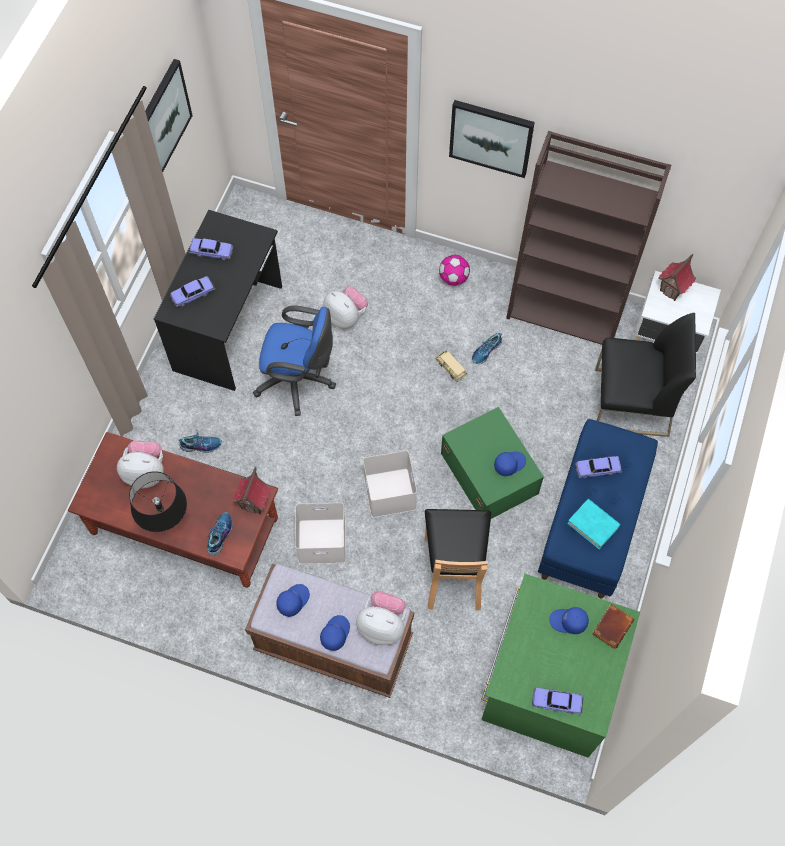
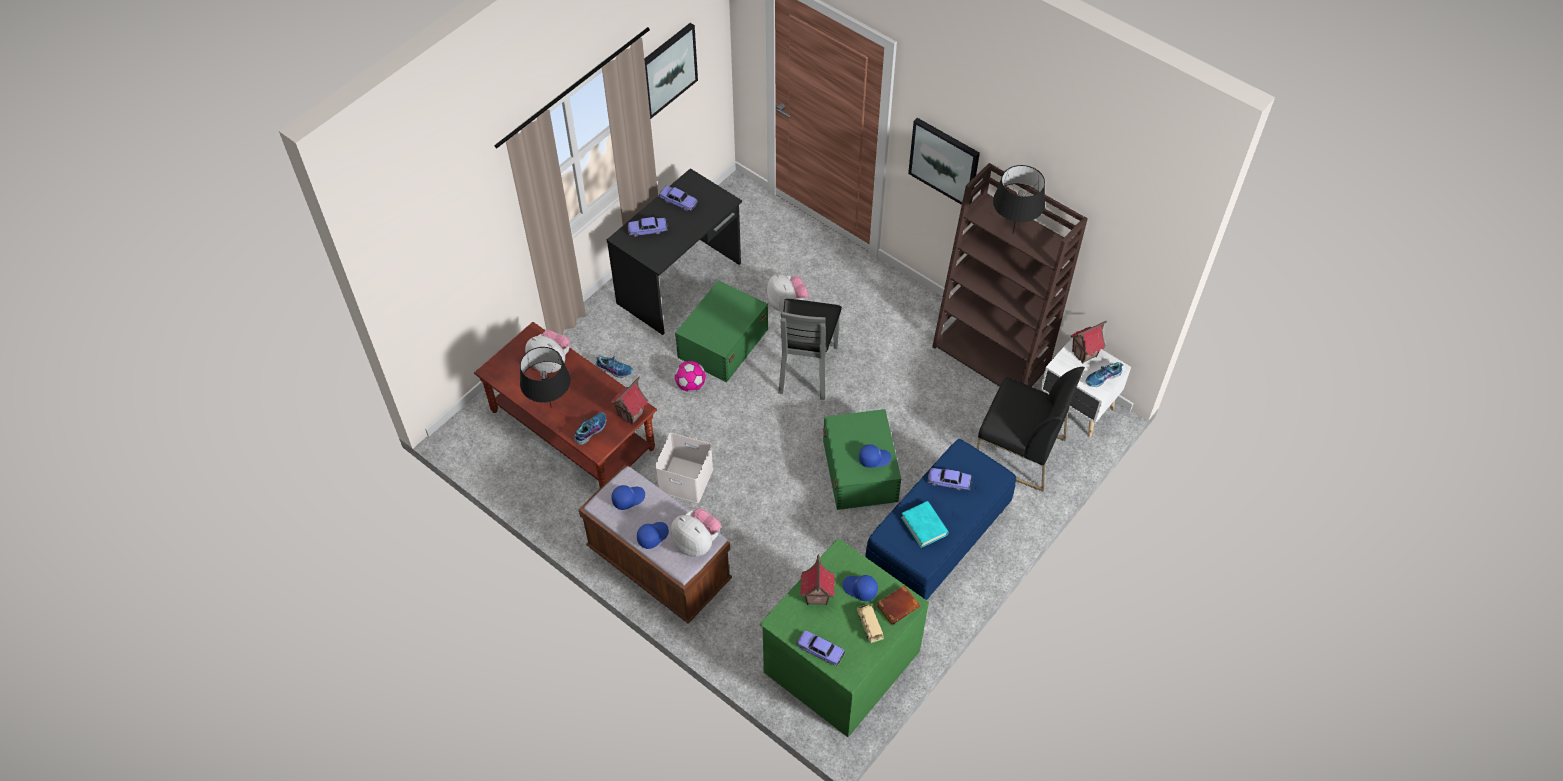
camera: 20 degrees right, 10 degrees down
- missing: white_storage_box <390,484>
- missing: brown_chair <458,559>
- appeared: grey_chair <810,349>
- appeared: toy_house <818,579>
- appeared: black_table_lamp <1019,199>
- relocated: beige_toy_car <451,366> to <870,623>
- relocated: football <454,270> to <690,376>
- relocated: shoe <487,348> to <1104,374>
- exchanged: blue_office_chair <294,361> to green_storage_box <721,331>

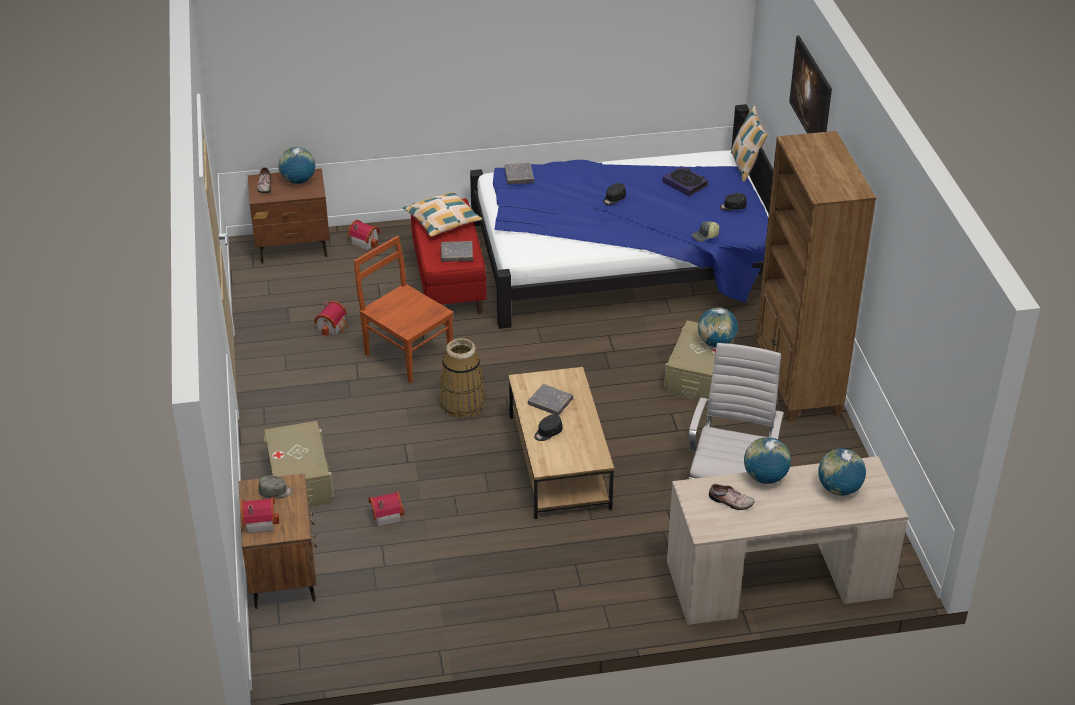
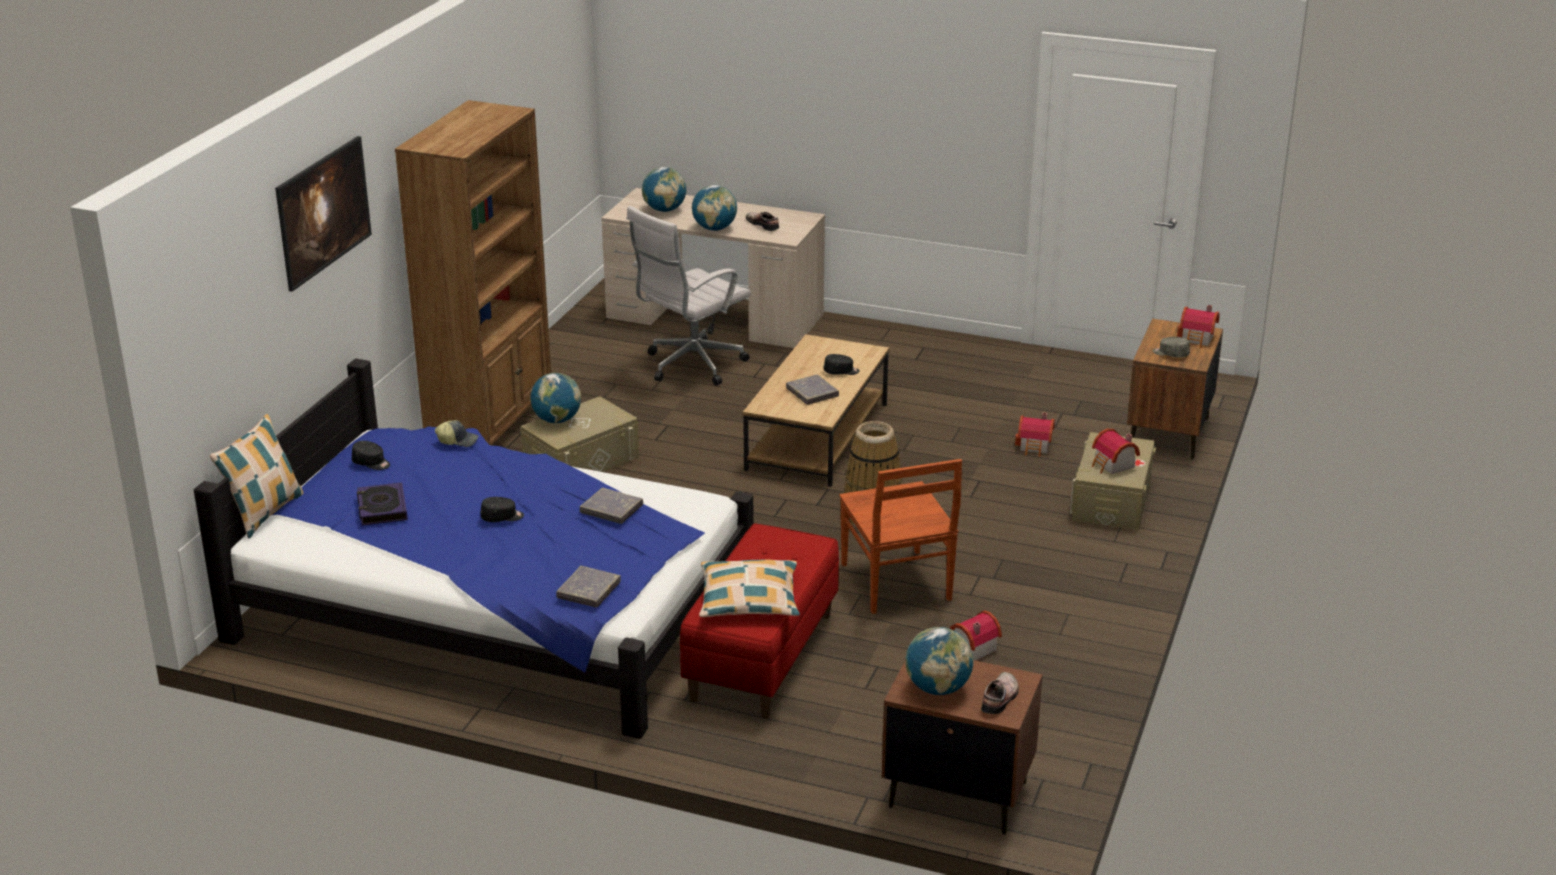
camera: 150 degrees left, 10 degrees down
- relocated: toy_house <364,235> to <1116,451>
- relocated: grey_book <457,251> to <611,506>

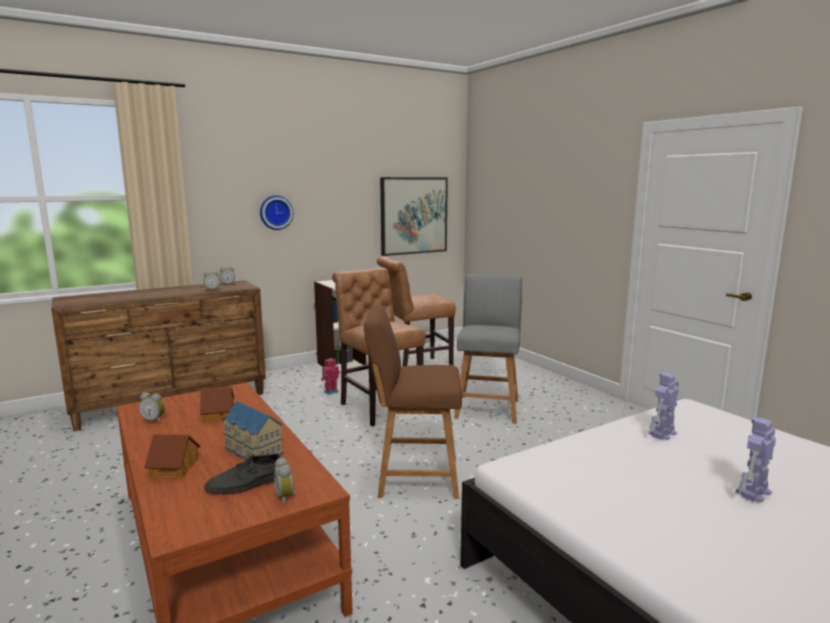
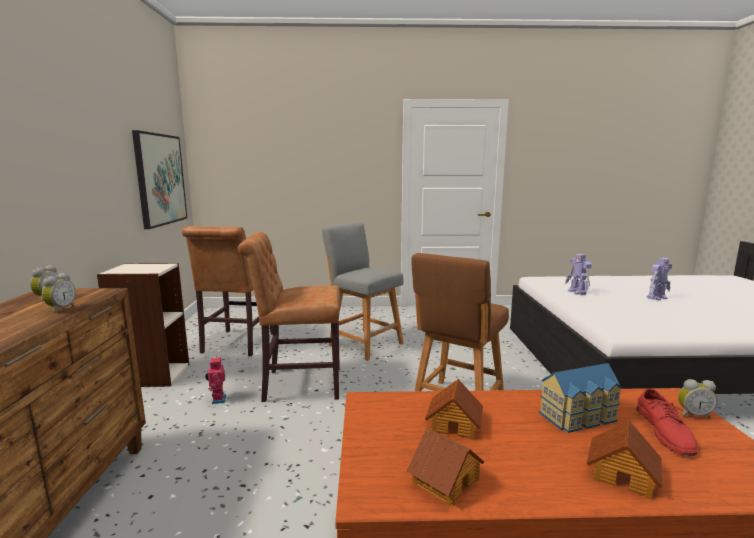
camera: 60 degrees left, 0 degrees up
- missing: wall_clock <276,212>
- exchanged: alarm_clock <152,408> to toy_house <445,467>
- colour: grey_shoe <244,474> to red_shoe <667,422>
- spun: toy_robot <756,459> = <659,279> 105 degrees counterclockwise

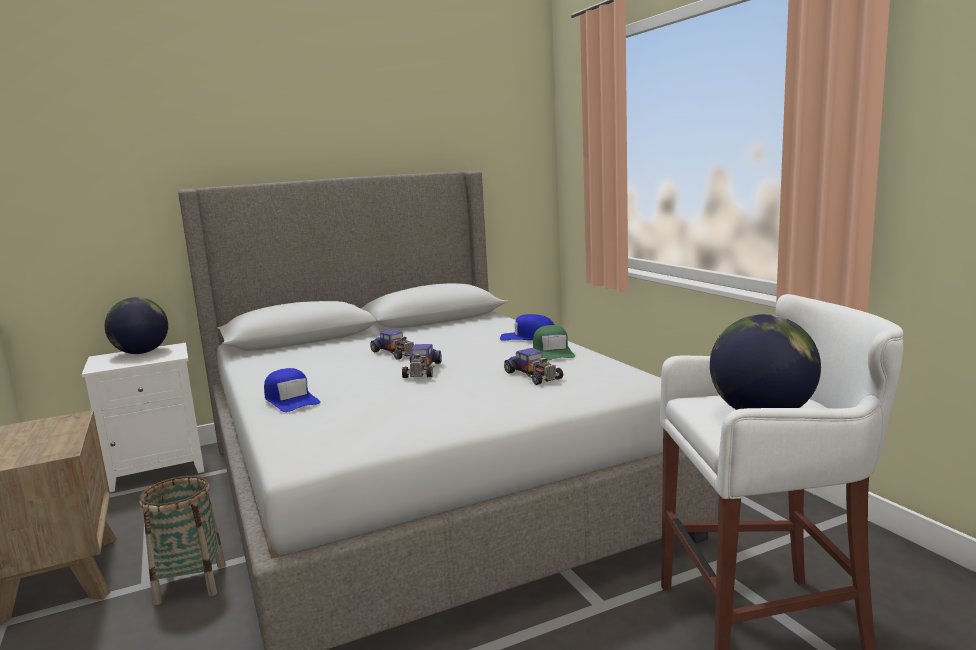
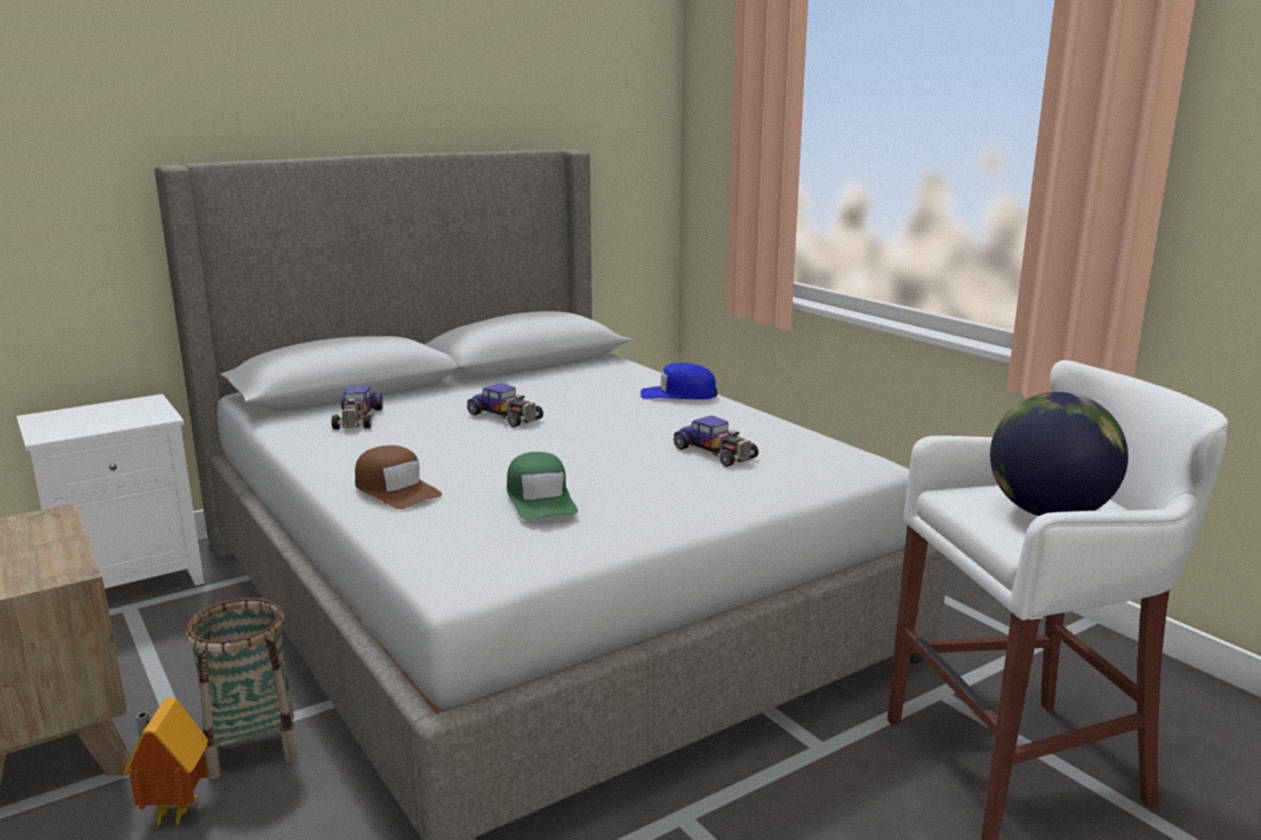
camera: 10 degrees left, 5 degrees up
- missing: globe <136,325>
- appeared: toy_house <165,763>
- relocated: toy_car <422,361> to <357,407>
- relocated: green_cap <554,342> to <542,486>
- colour: blue_cap <292,390> to brown_cap <398,477>

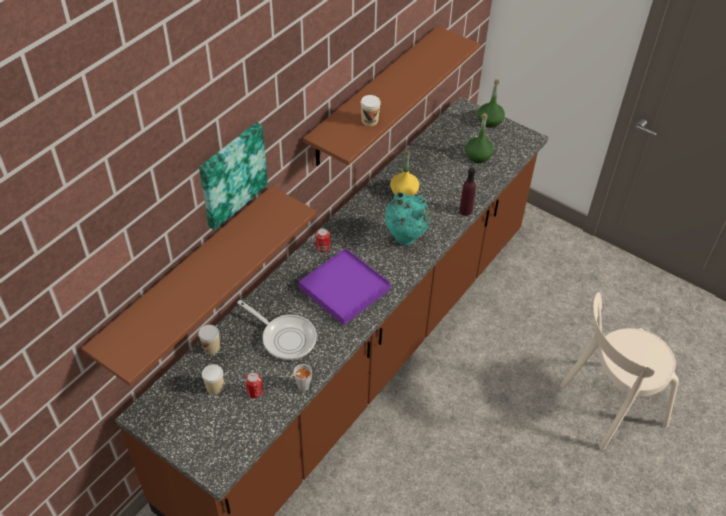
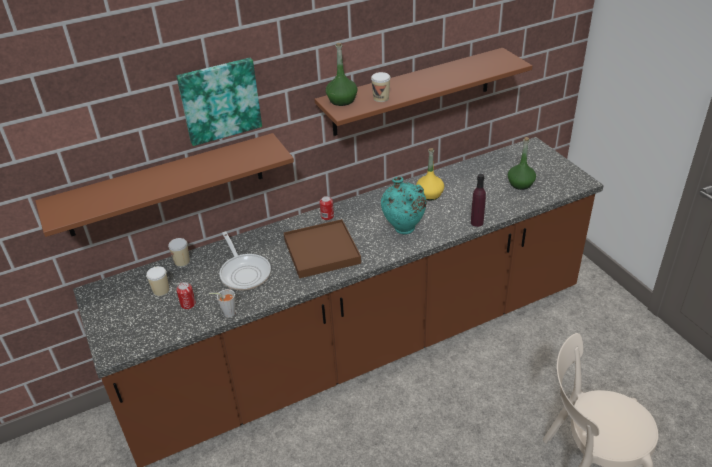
camera: 30 degrees right, 10 degrees down
- relocated: green_bottle <491,103> to <341,74>
- colour: purple_tray <345,286> to brown_tray <322,249>

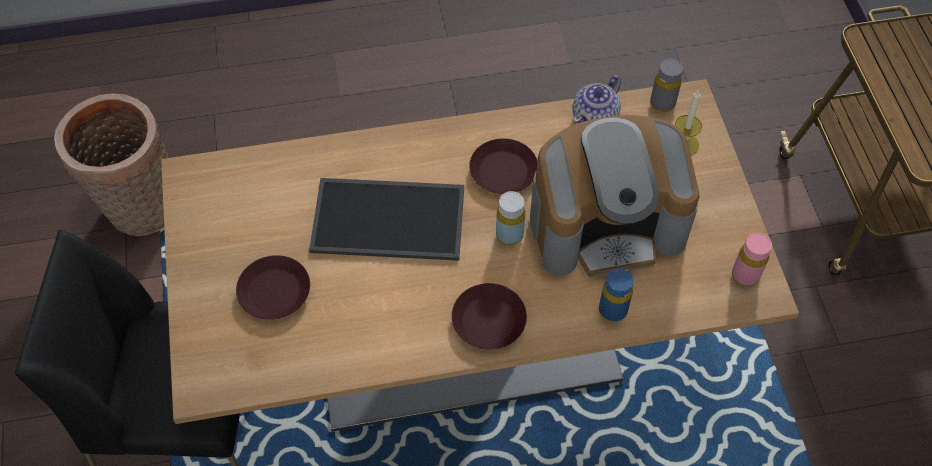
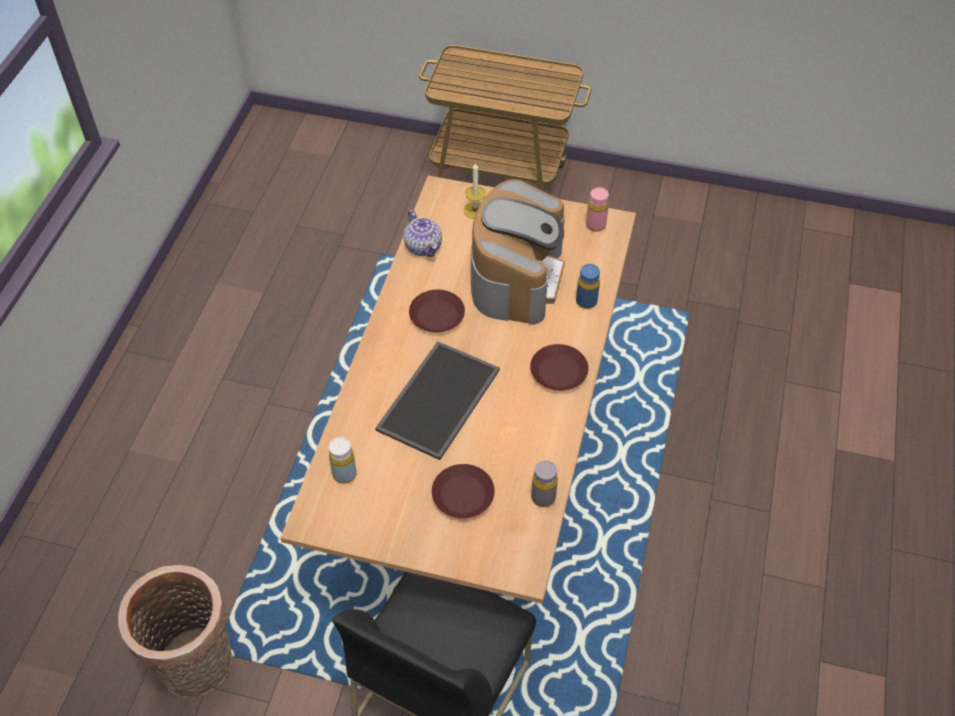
camera: 65 degrees left, 5 degrees down
- relocated: yellow_bottle <510,218> to <343,460>
- relocated: grey_bottle <666,85> to <544,483>

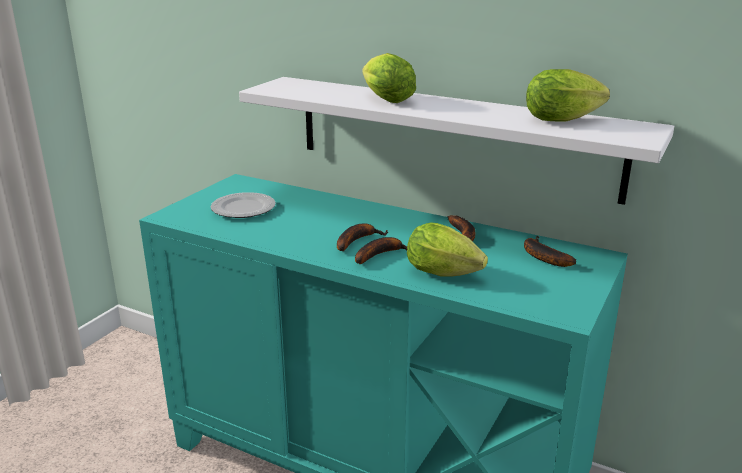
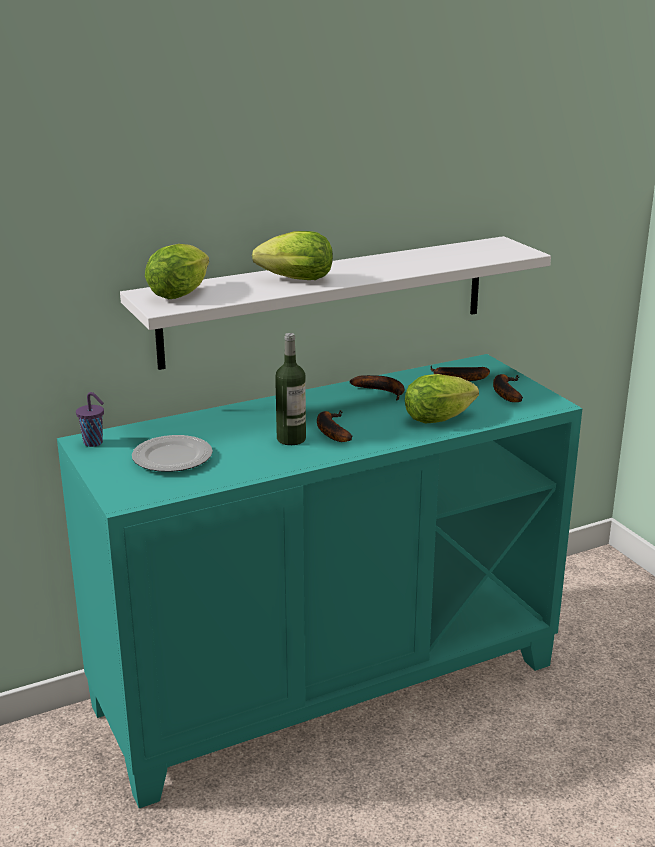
camera: 55 degrees left, 0 degrees up
- appeared: purple_cup <90,419>
- appeared: bottle <290,389>
- relocated: banana <381,250> to <508,388>
- relocated: lettuce <568,95> to <177,271>

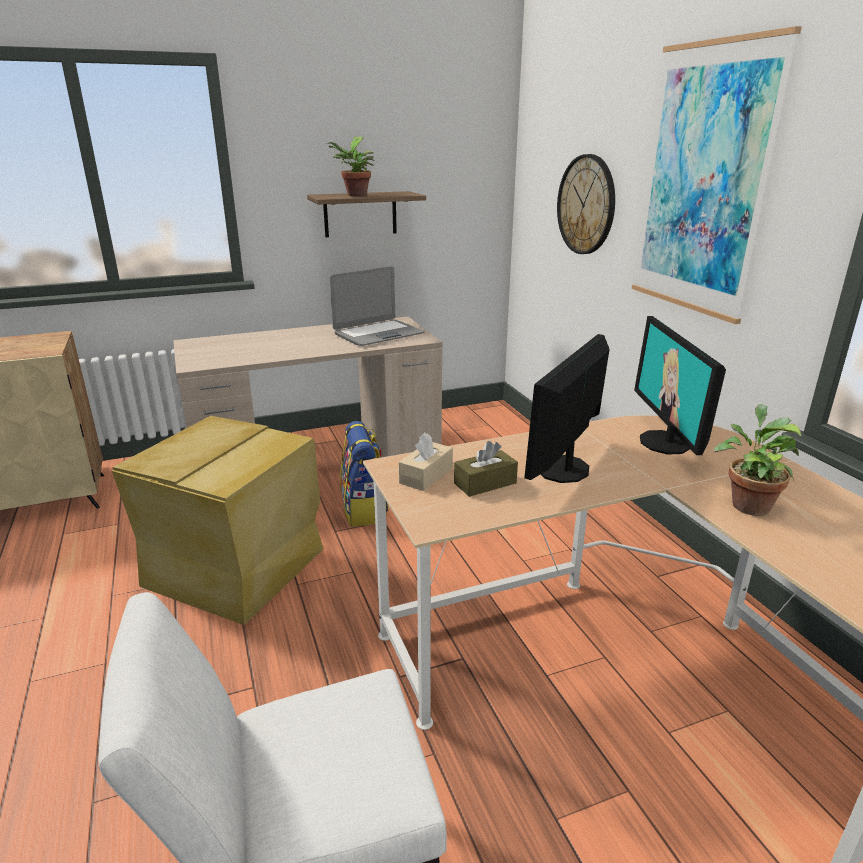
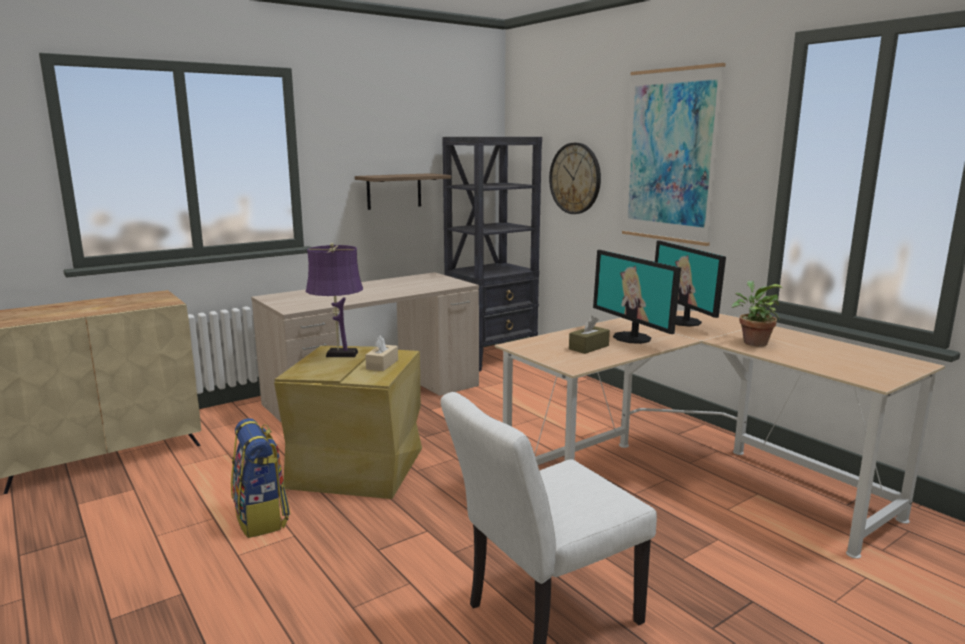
camera: 15 degrees left, 10 degrees down
- missing: potted_plant <350,166>
- missing: laptop <376,306>
- appeared: purple_table_lamp <334,300>
- appeared: black_bookcase <492,254>
- relocated: backpack <364,474> to <260,478>
- relocated: beige_tissue_box <426,461> to <381,353>
- spun: monitor <566,408> = <637,297> 45 degrees counterclockwise

